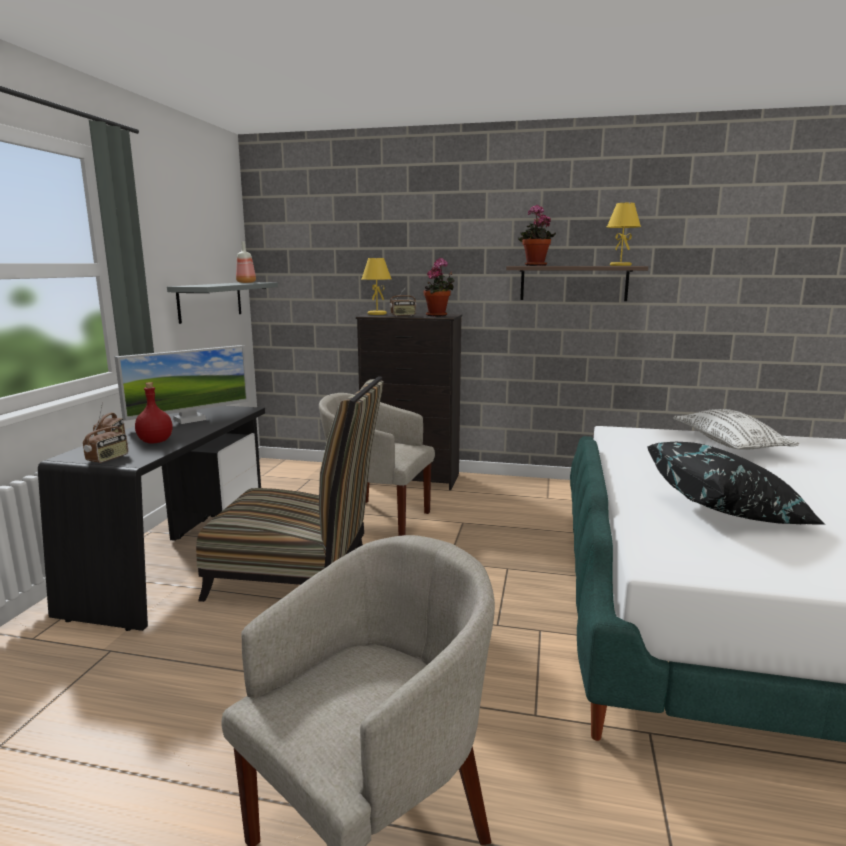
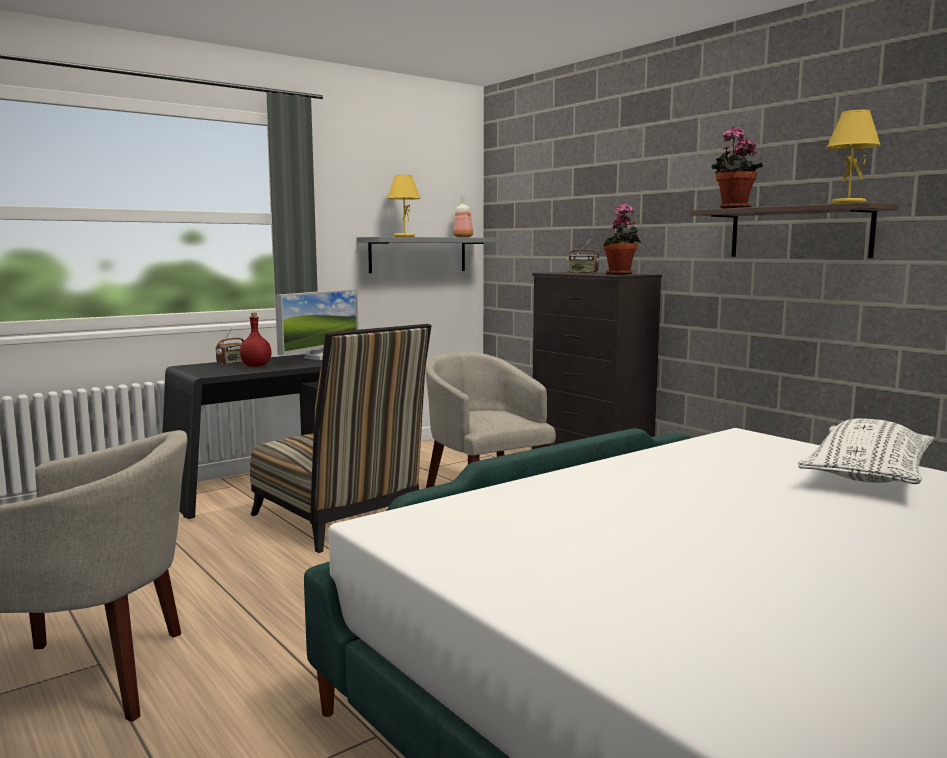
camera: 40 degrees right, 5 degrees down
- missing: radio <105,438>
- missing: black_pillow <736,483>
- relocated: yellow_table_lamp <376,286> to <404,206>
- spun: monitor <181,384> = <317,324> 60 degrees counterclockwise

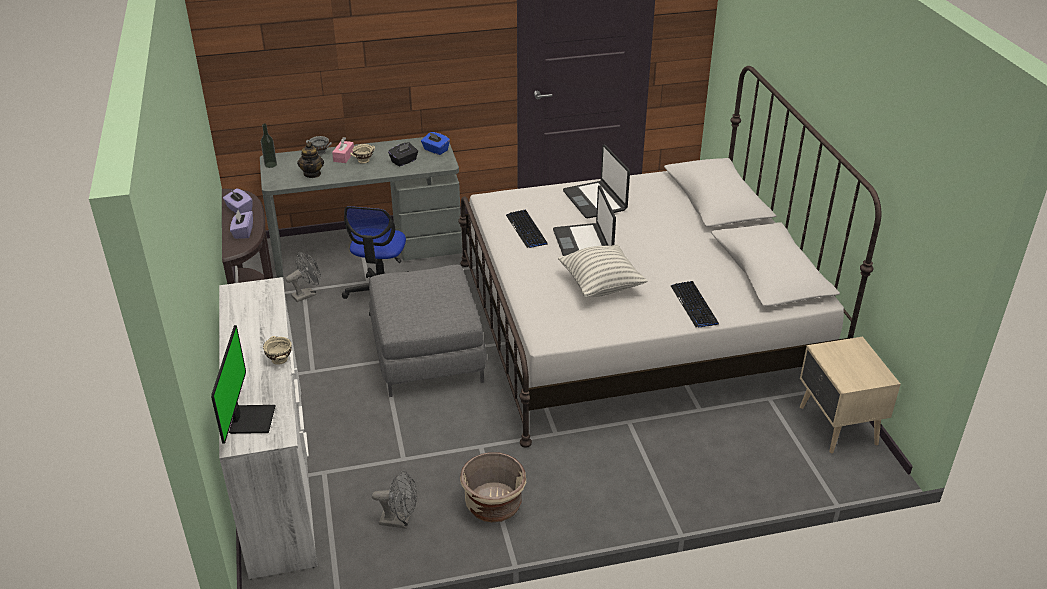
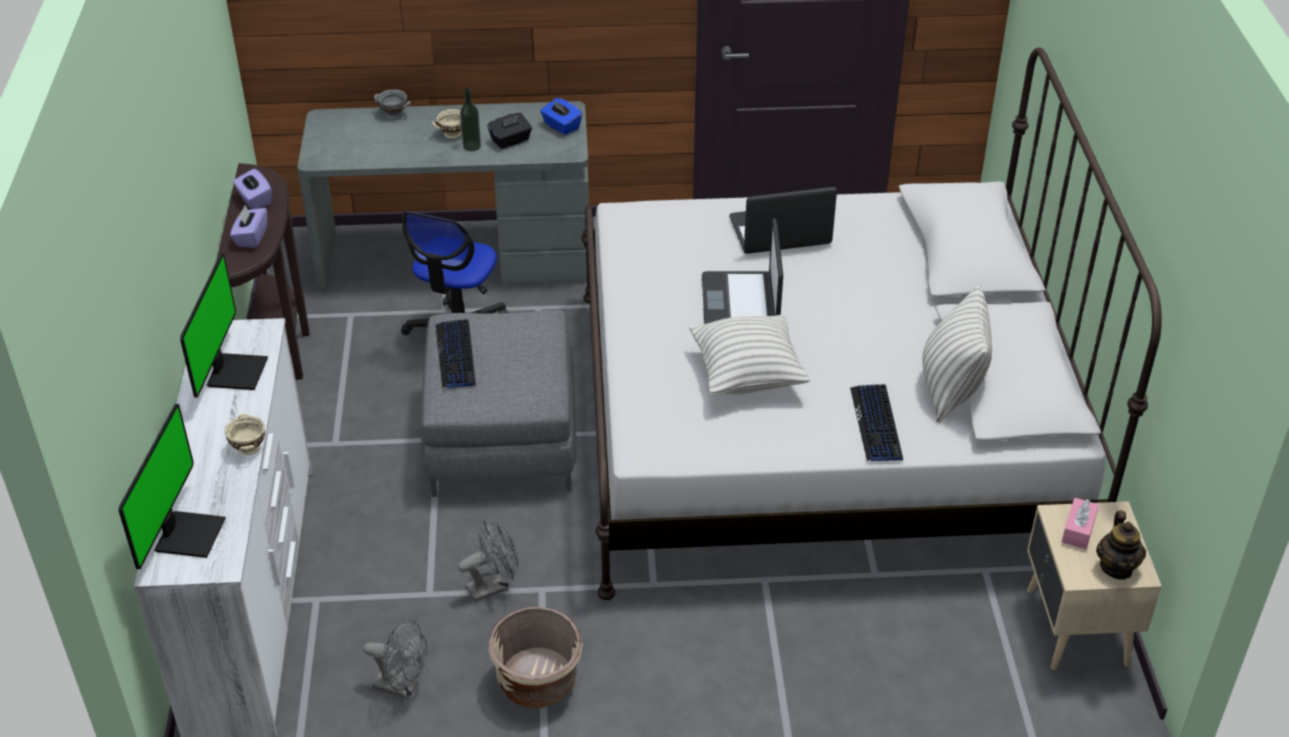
camera: 10 degrees right, 5 degrees up
- appeared: monitor <224,325>
- appeared: pillow <957,353>
- relocated: bottle <269,146> to <470,119>
- relocated: grey_fan <303,277> to <488,560>
- relocated: teapot <310,160> to <1121,545>
- relocated: pink_tissue_box <343,150> to <1080,523>
- relocated: keyboard <526,229> to <456,353>
- spun: laptop <596,181> = <783,220> 90 degrees clockwise

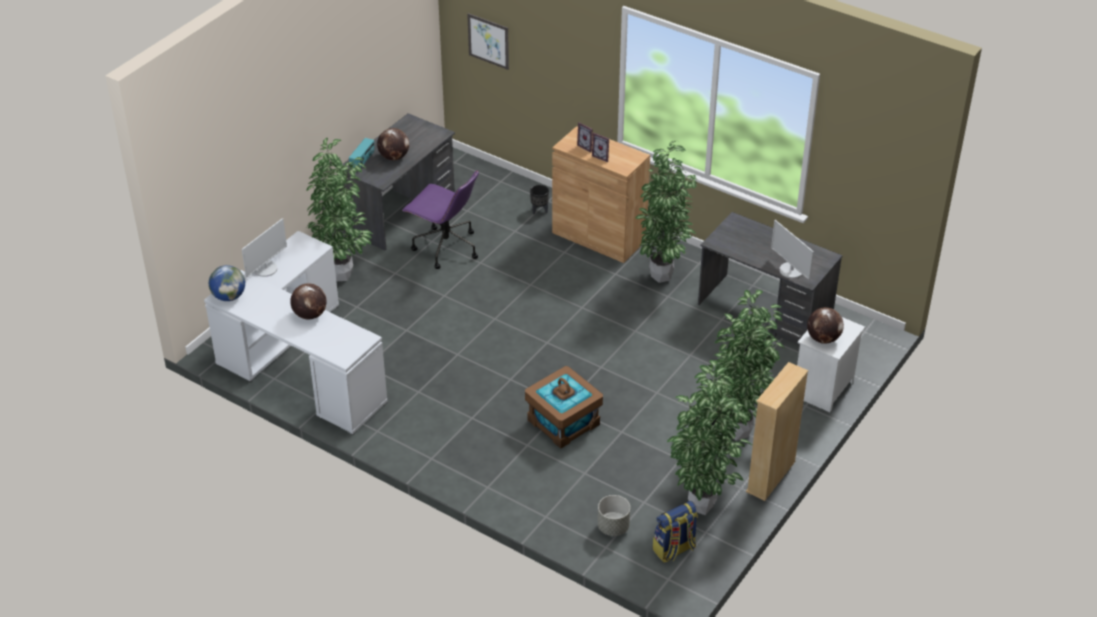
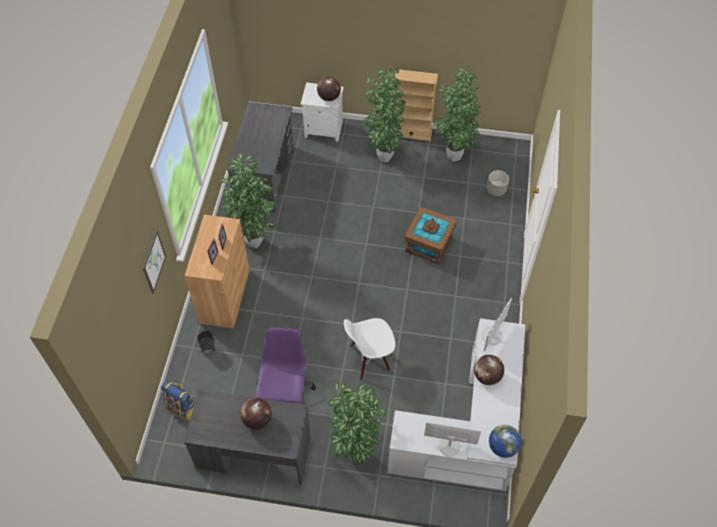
camera: 115 degrees left, 15 degrees up
- missing: radio <361,153>
- appeared: white_chair <369,349>
- relocated: picture <488,41> to <154,262>
- relocated: backpack <675,532> to <178,401>
- relocated: monitor <792,250> to <497,324>

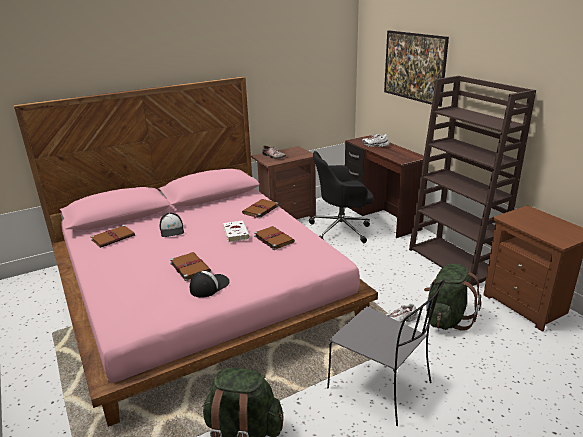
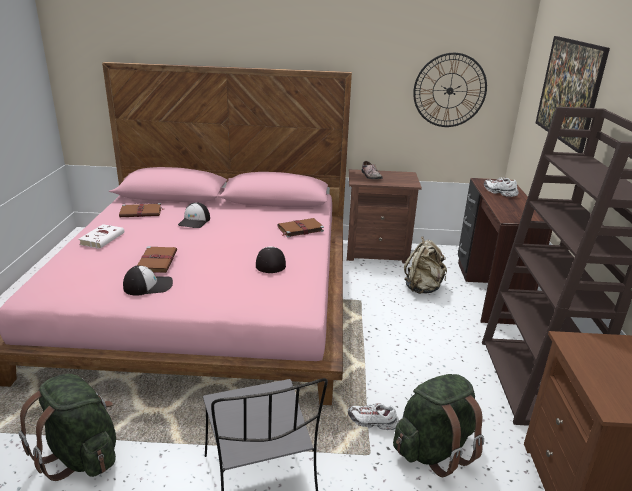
camera: 30 degrees right, 0 degrees up
- appeared: wall_clock <450,90>
- relocated: white_book <236,231> to <101,236>
- exchanged: brown_book <274,238> to cap <271,259>
- exchanged: black_office_chair <341,197> to beige_backpack <425,265>

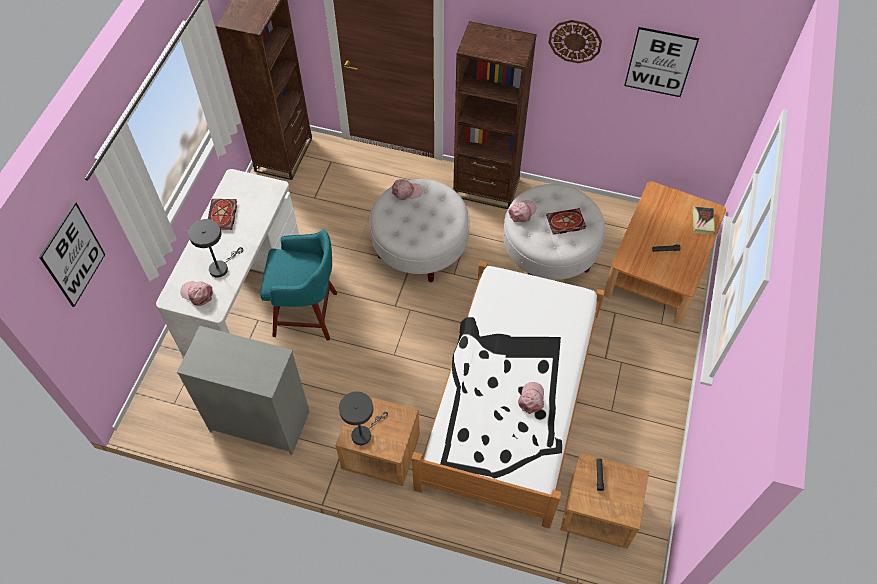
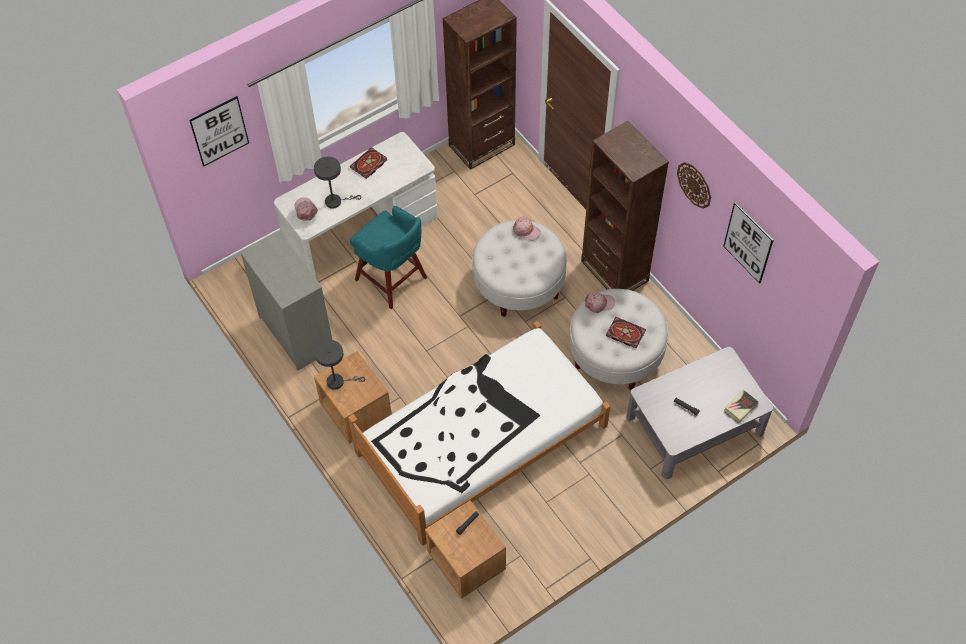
camera: 40 degrees right, 0 degrees up
- missing: pink_cap <531,398>
- colour: brown_coffee_table <665,252> to grey_coffee_table <700,413>

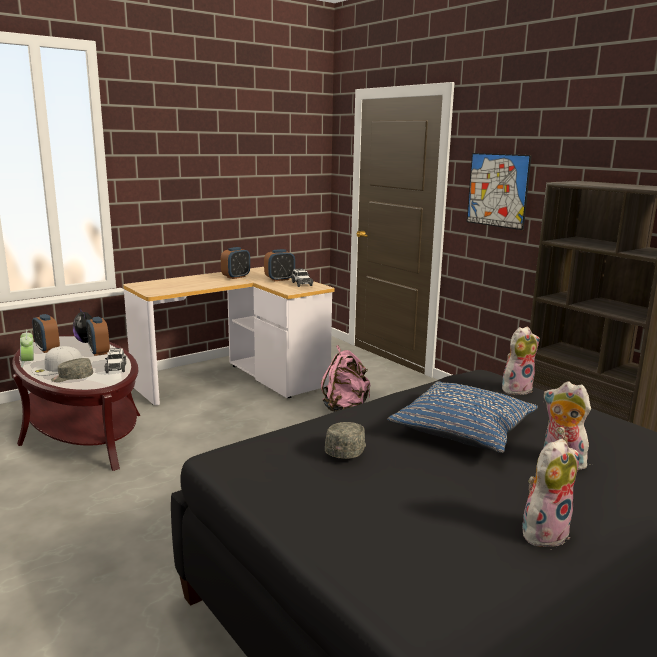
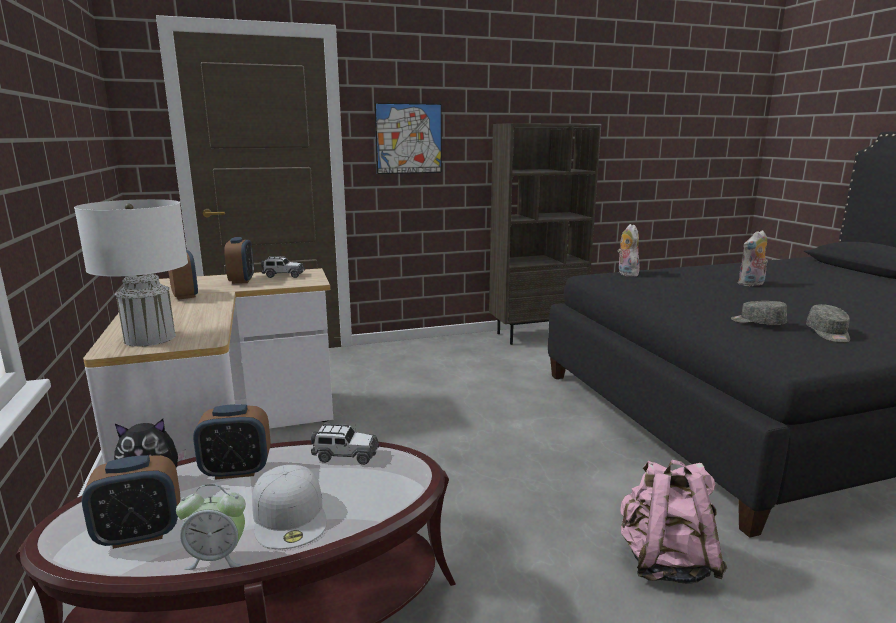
camera: 70 degrees left, 0 degrees up
- missing: blue_pillow <462,417>
- missing: plush_toy <550,493>
- appeared: white_table_lamp <131,273>
- relocated: grey_cap <72,370> to <828,323>
- relocated: pink_backpack <345,378> to <673,522>

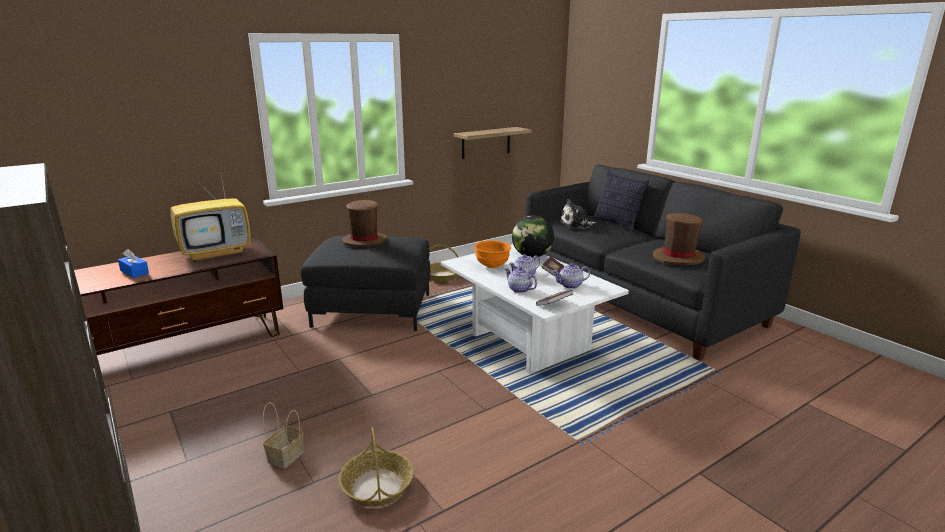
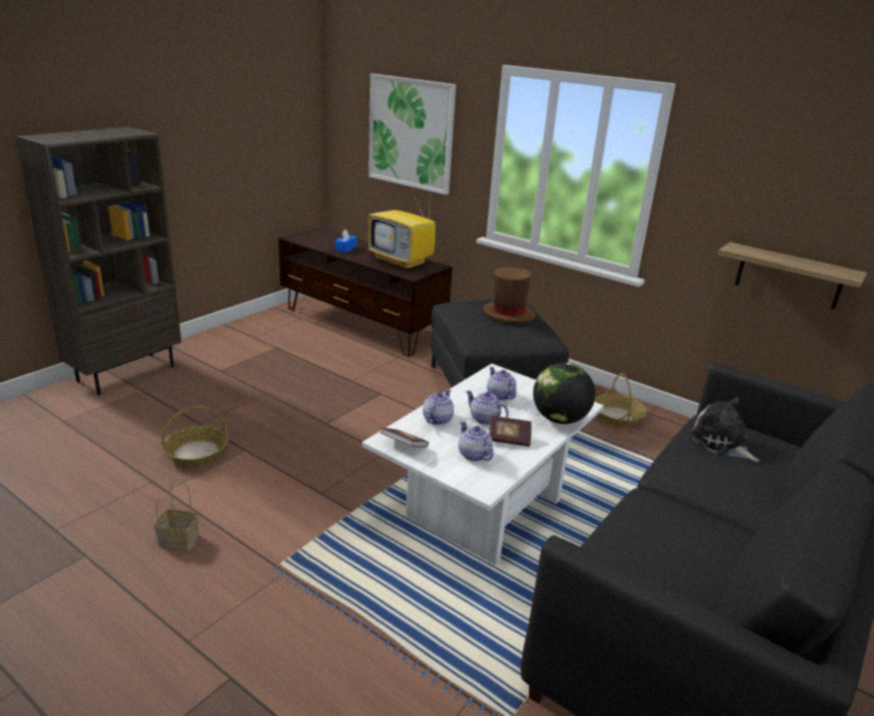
camera: 70 degrees right, 5 degrees up
- missing: pillow <621,200>
- missing: brown_hat <679,239>
- appeared: picture <412,134>
- relocated: basket <283,435> to <176,513>
- exchanged: orange_bowl <492,254> to teapot <501,383>

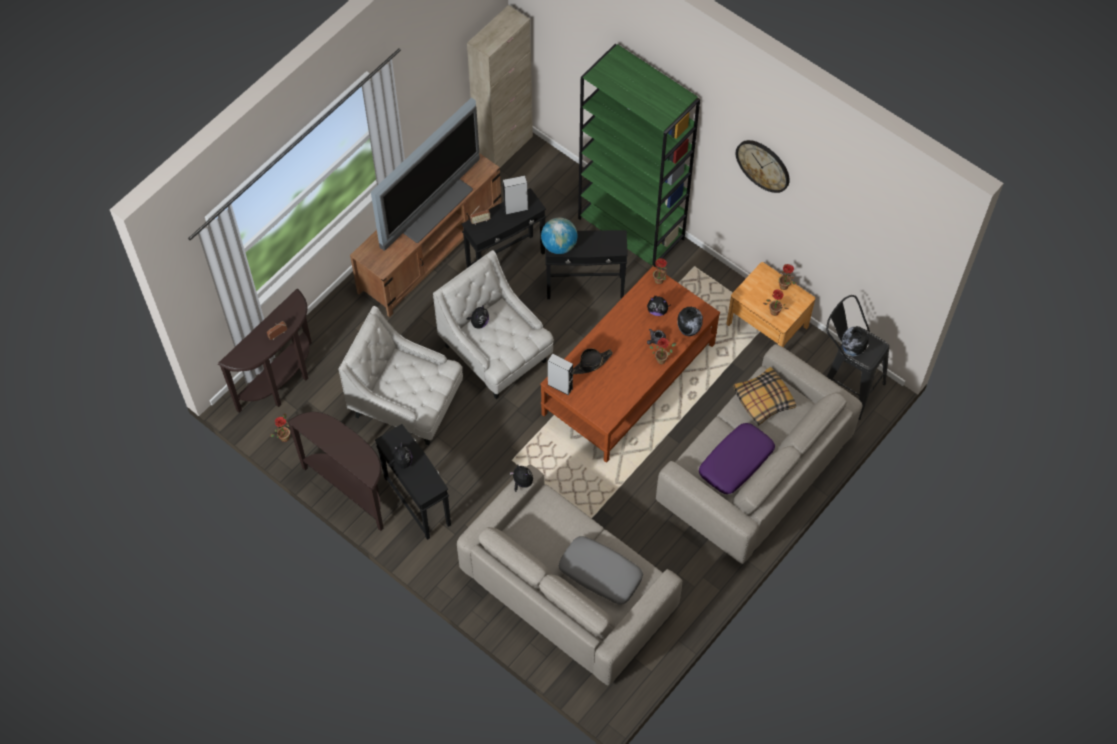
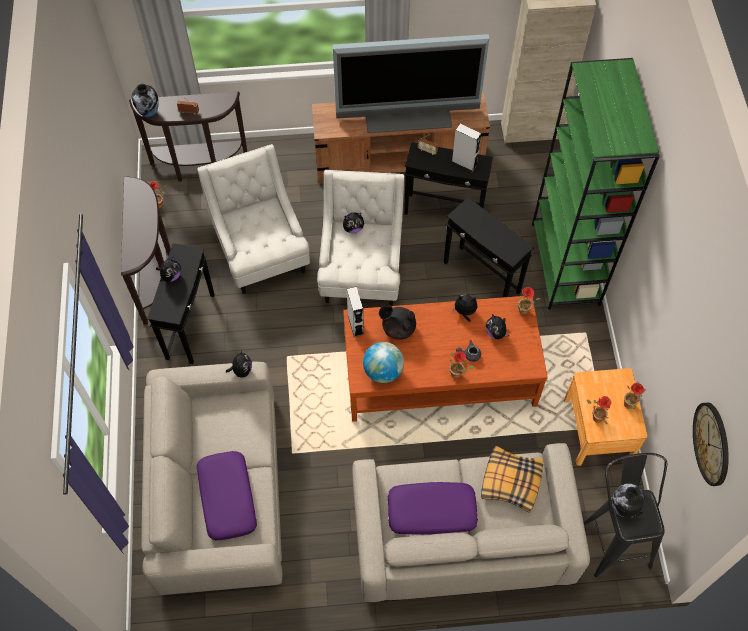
camera: 45 degrees right, 0 degrees up
- appeared: plush_toy <464,308>
- relocated: globe <559,236> to <383,362>
- relocated: vase <690,321> to <145,100>
- relocated: wall_clock <763,166> to <711,444>
- exchanged: black_hat <593,361> to black_teapot <397,322>
- colour: grey_pillow <600,570> to purple_pillow <227,495>

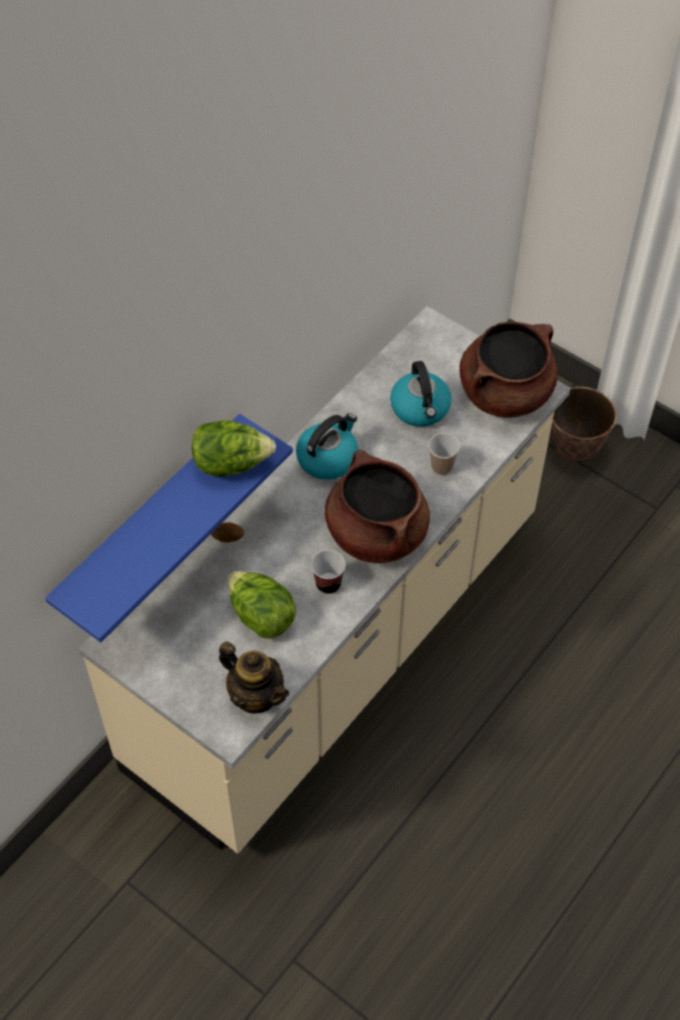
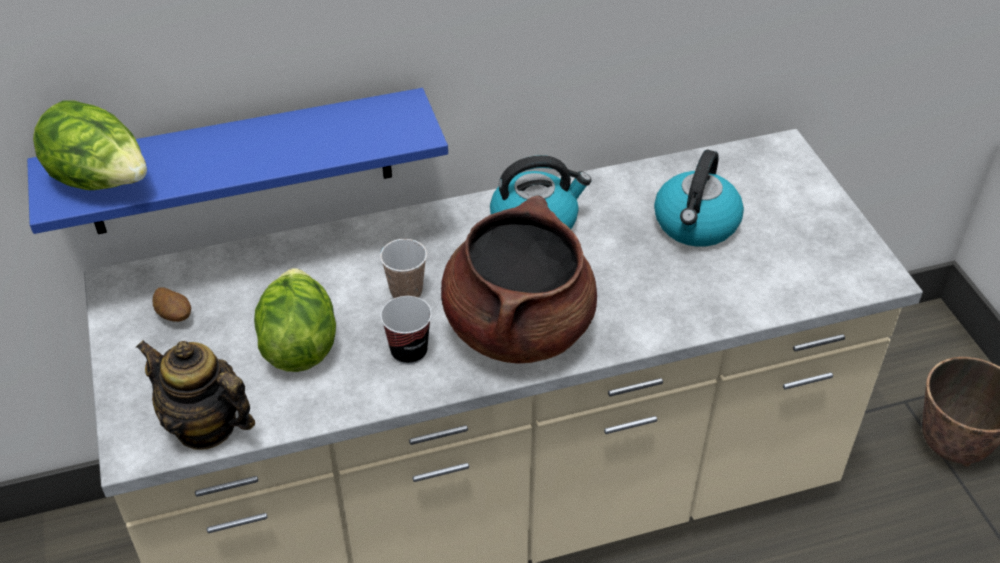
camera: 35 degrees right, 10 degrees down
- missing: brown_cooking_pot <509,370>
- relocated: lettuce <234,448> to <90,145>
- relocated: potato <227,532> to <172,304>
- relocated: cup <444,454> to <403,268>
- spun: teapot <254,677> = <195,395> 135 degrees clockwise

